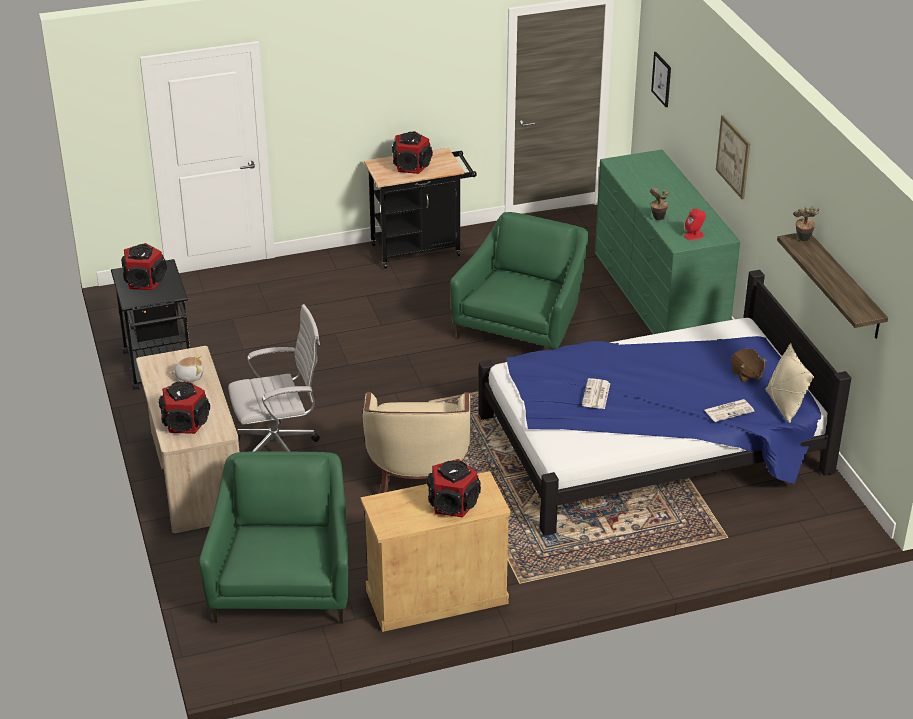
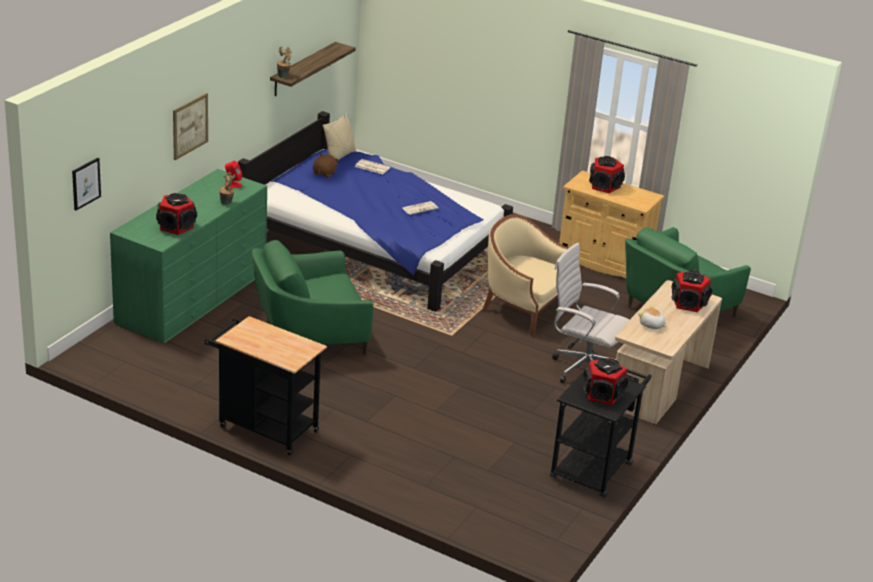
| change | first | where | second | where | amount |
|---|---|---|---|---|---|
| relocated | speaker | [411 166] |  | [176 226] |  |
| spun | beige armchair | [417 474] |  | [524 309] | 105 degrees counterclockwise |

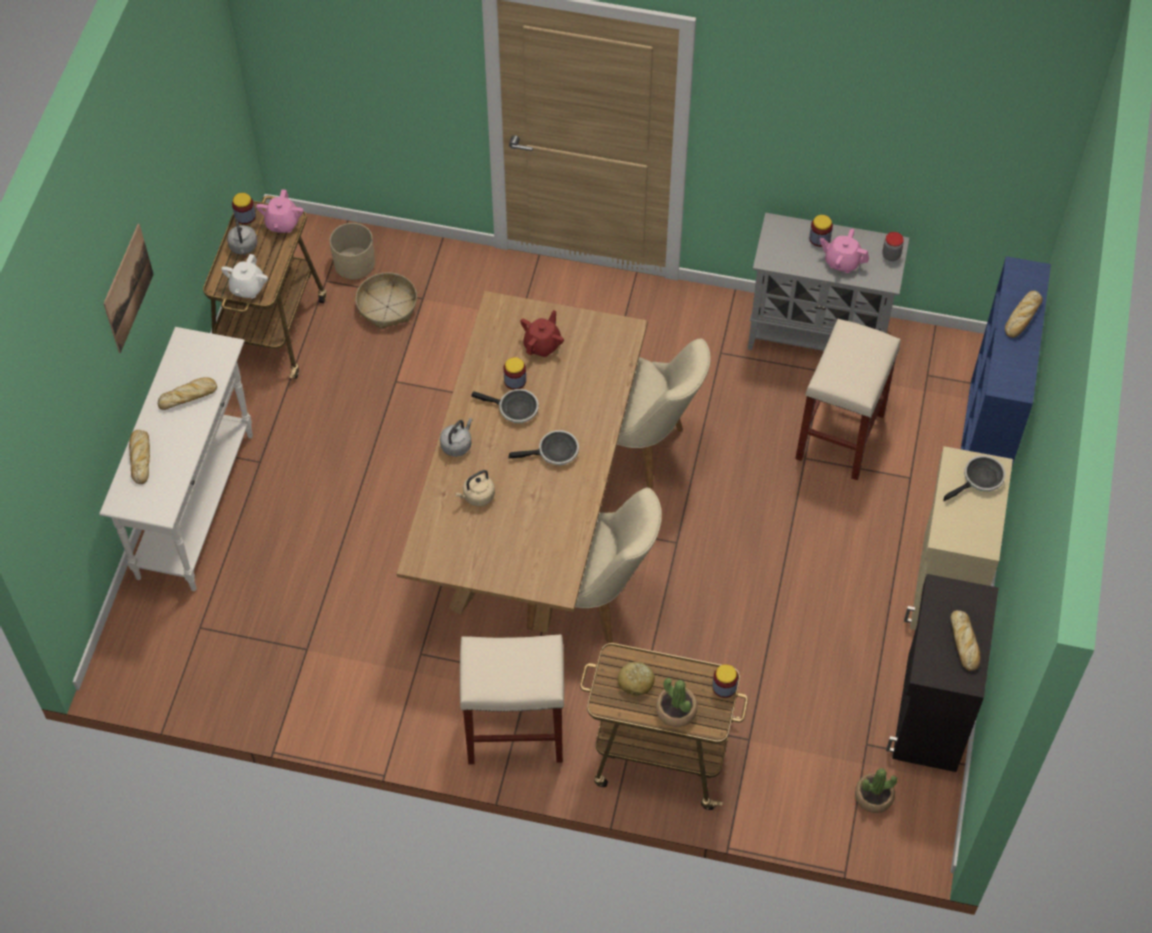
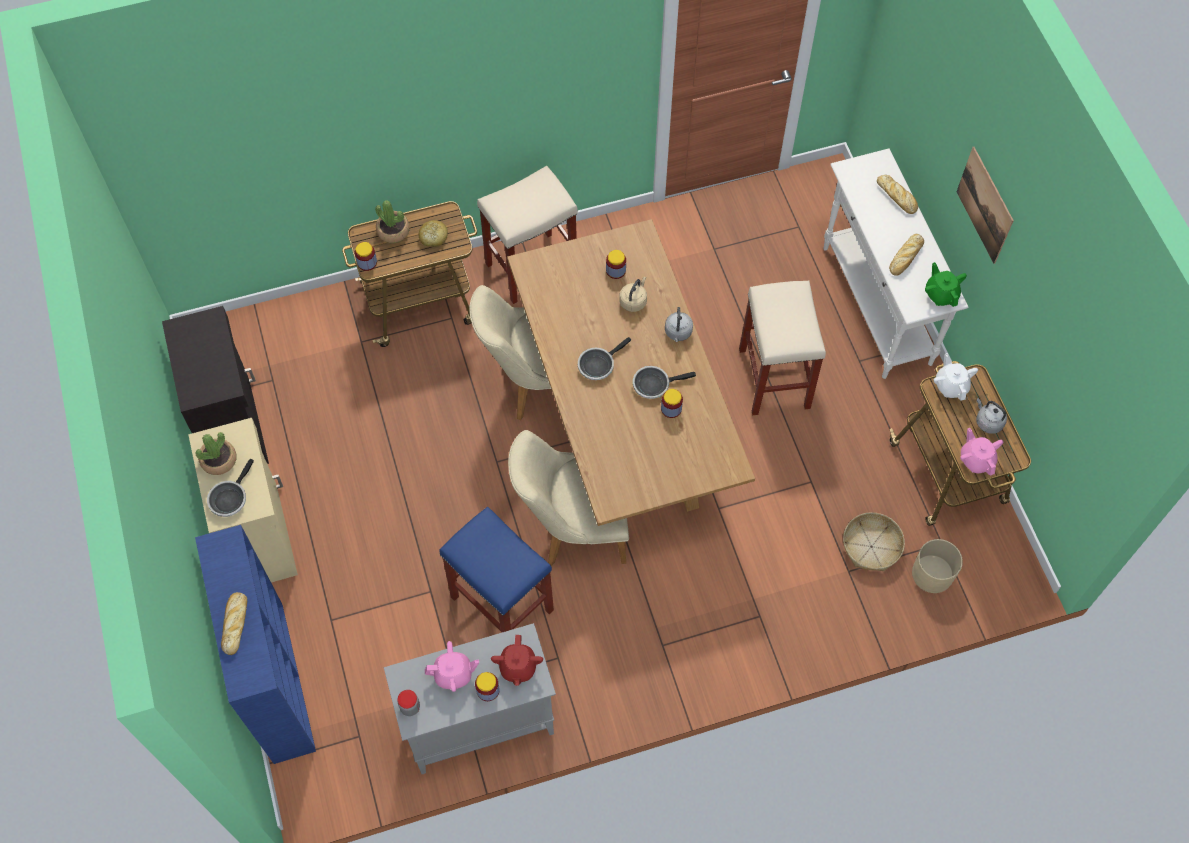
| change | first | where | second | where | amount |
|---|---|---|---|---|---|
| missing | bread | [964 643] |  |  |  |
| appeared |  |  | blue stool | [500 603] |  |
| appeared |  |  | green teapot | [941 294] |  |
| relocated | jar | [245 216] |  | [616 270] |  |
| relocated | red teapot | [542 345] |  | [518 667] |  |
| relocated | beige stool | [839 435] |  | [775 379] |  |
| relocated | potted plant | [873 796] |  | [219 460] |  |

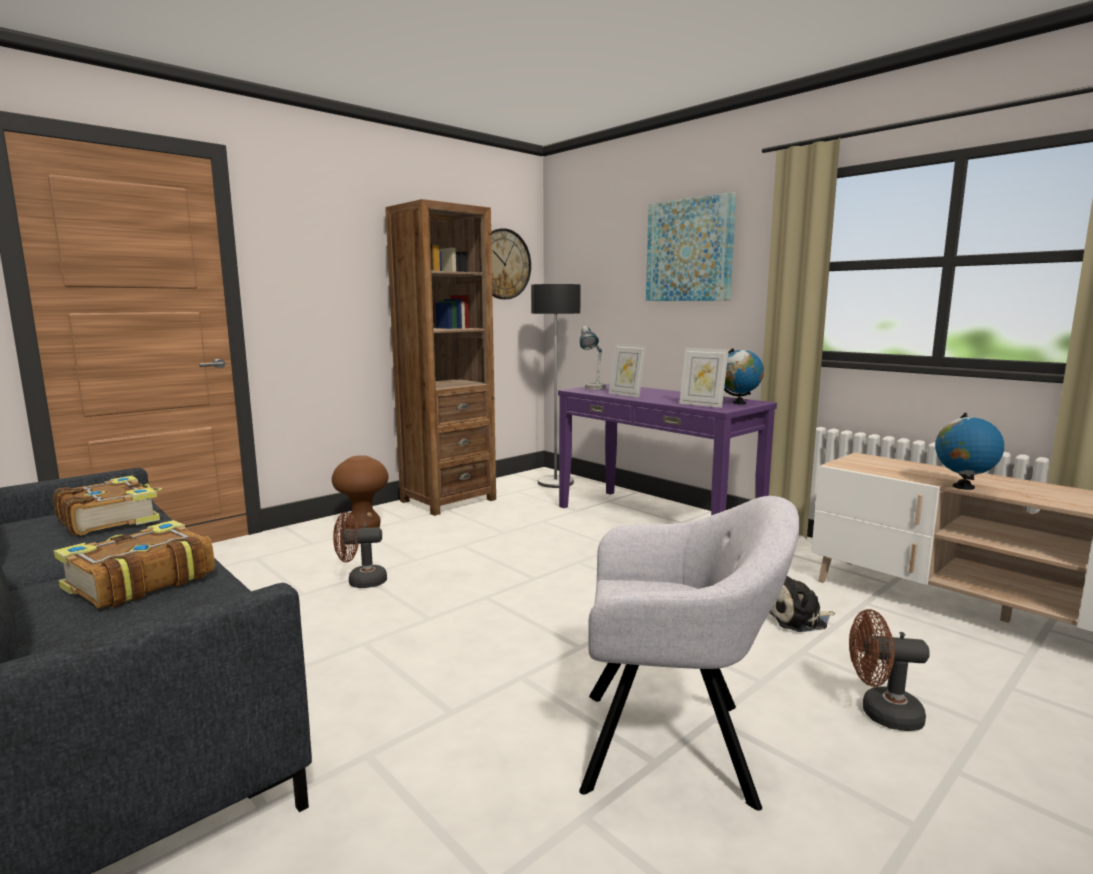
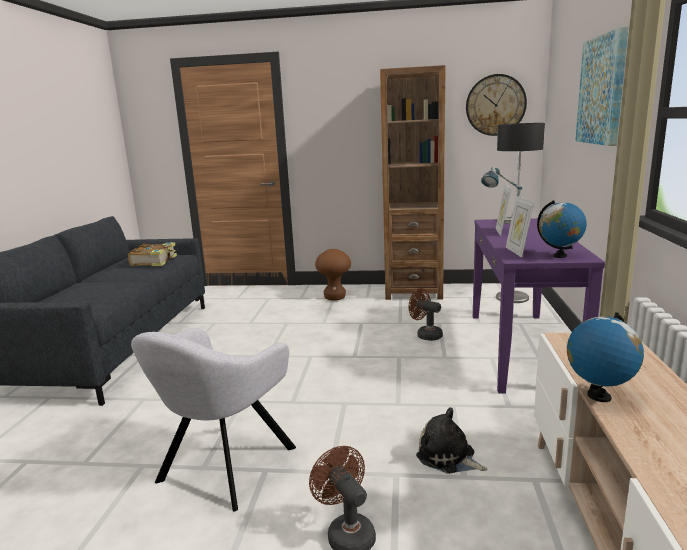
| change | first | where | second | where | amount |
|---|---|---|---|---|---|
| missing | book | [138 581] |  |  |  |
| relocated | brown fan | [361 582] |  | [425 335] |  |
| spun | grey armchair | [675 746] |  | [224 467] | 60 degrees clockwise |

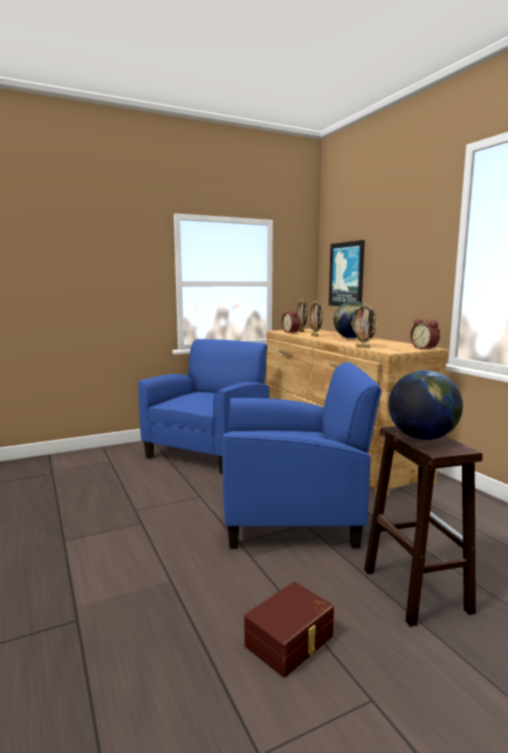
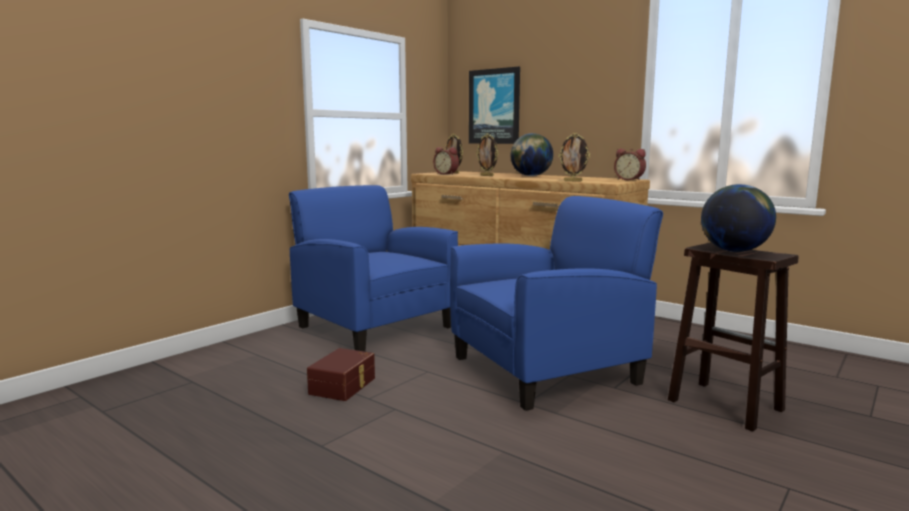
| change | first | where | second | where | amount |
|---|---|---|---|---|---|
| relocated | brown storage box | [291 641] |  | [344 386] |  |
| spun | blue armchair | [208 451] |  | [374 326] | 45 degrees counterclockwise |

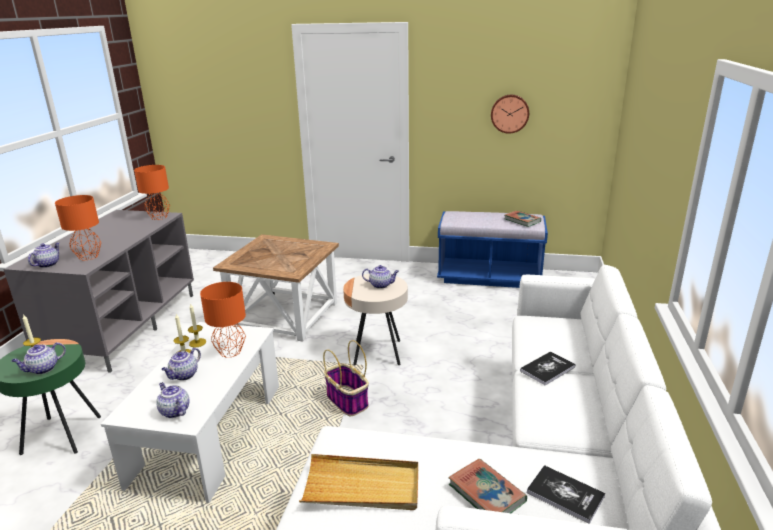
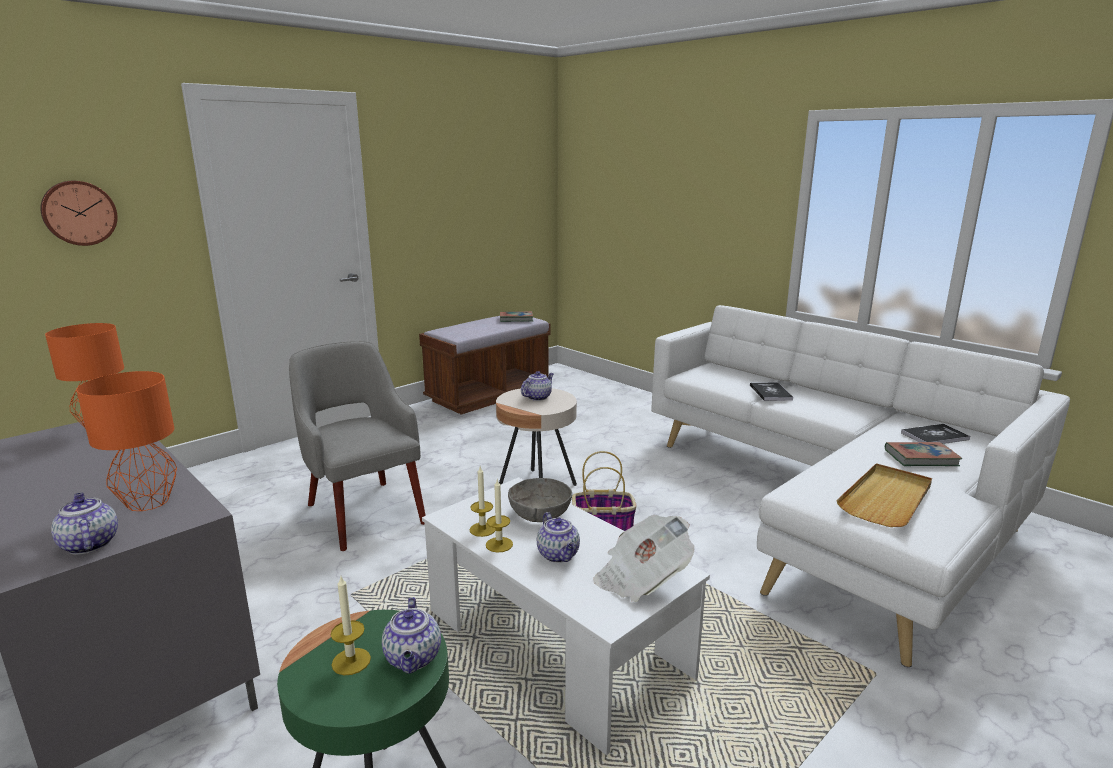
| change | first | where | second | where | amount |
|---|---|---|---|---|---|
| relocated | wall clock | [509 113] |  | [79 213] |  |
| exchanged | teapot | [174 411] | newspaper | [641 578] |  |
| exchanged | orange table lamp | [229 352] | grey bowl | [539 514] |  |
| exchanged | brown side table | [286 315] | grey armchair | [364 511] |  |
| colour | blue bench | [489 277] | brown bench | [488 395] |  |

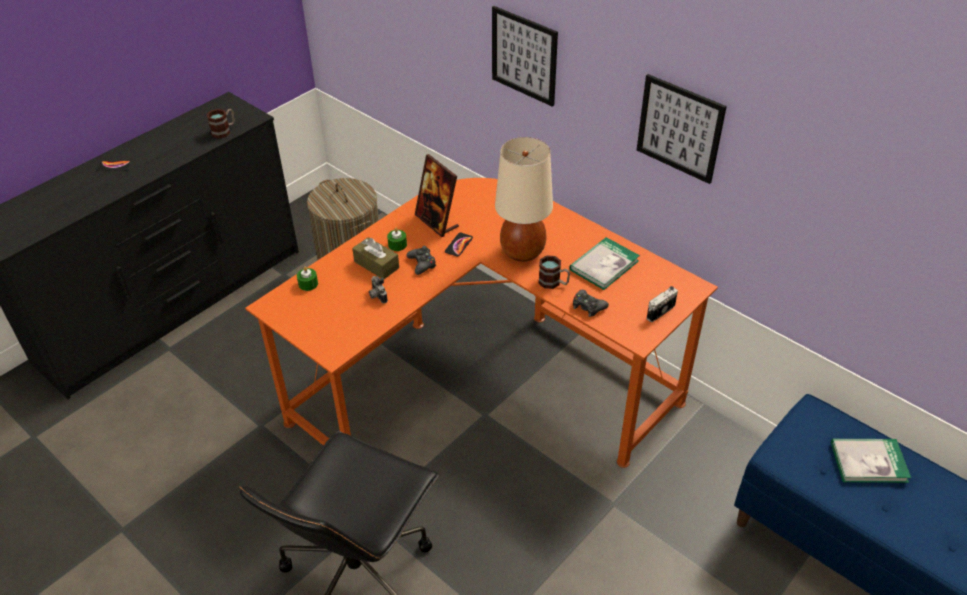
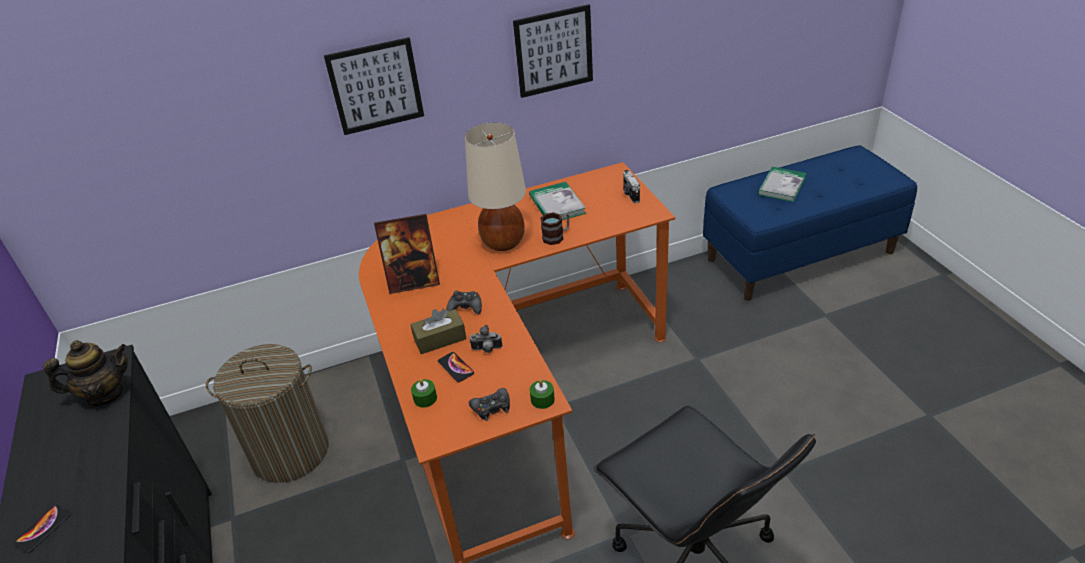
| change | first | where | second | where | amount |
|---|---|---|---|---|---|
| relocated | green candle | [397 245] |  | [542 399] |  |
| relocated | phone | [459 245] |  | [456 367] |  |
| relocated | black game controller | [588 306] |  | [492 407] |  |
| exchanged | mug | [224 131] | teapot | [105 394] |  |

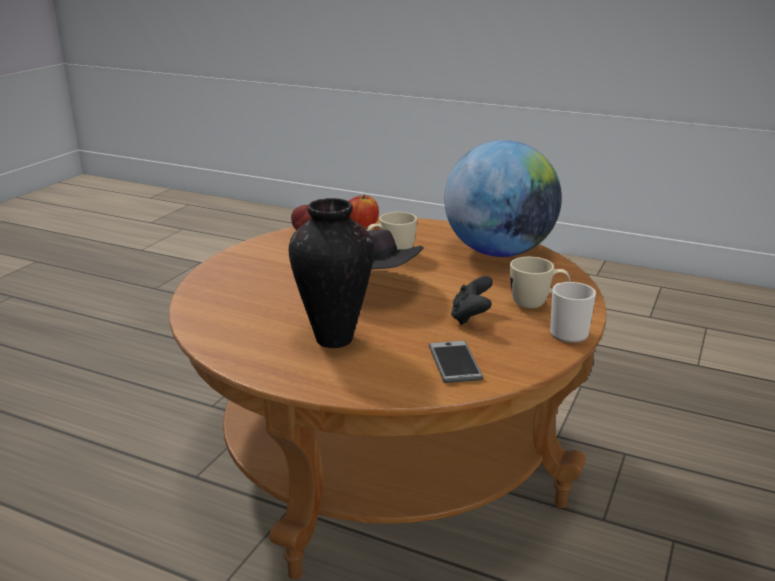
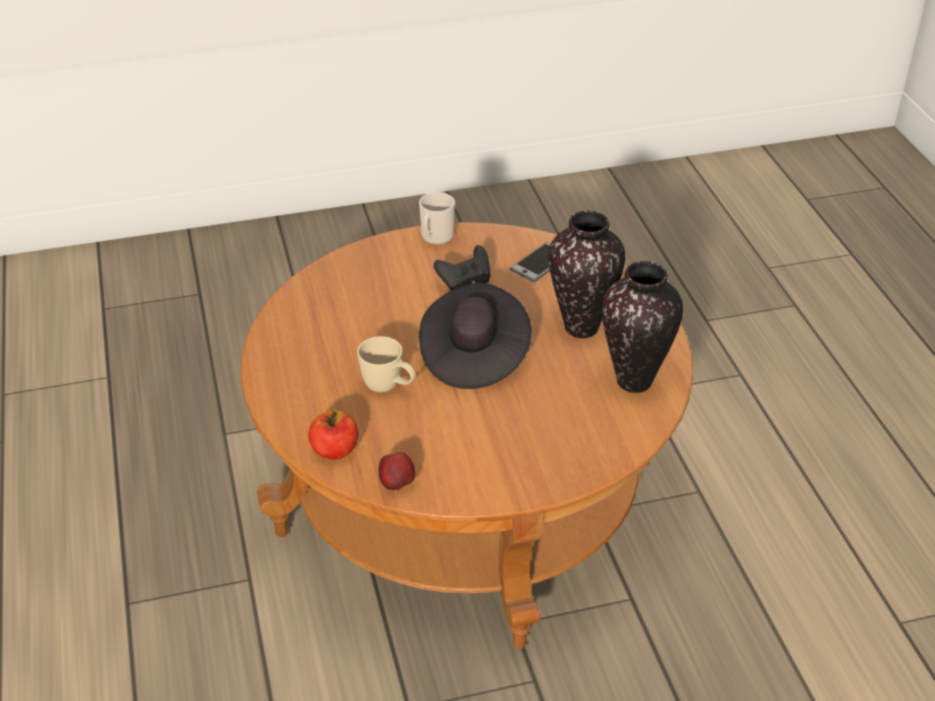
| change | first | where | second | where | amount |
|---|---|---|---|---|---|
| missing | globe | [499 252] |  |  |  |
| missing | beige mug | [537 304] |  |  |  |
| appeared |  |  | vase | [635 382] |  |

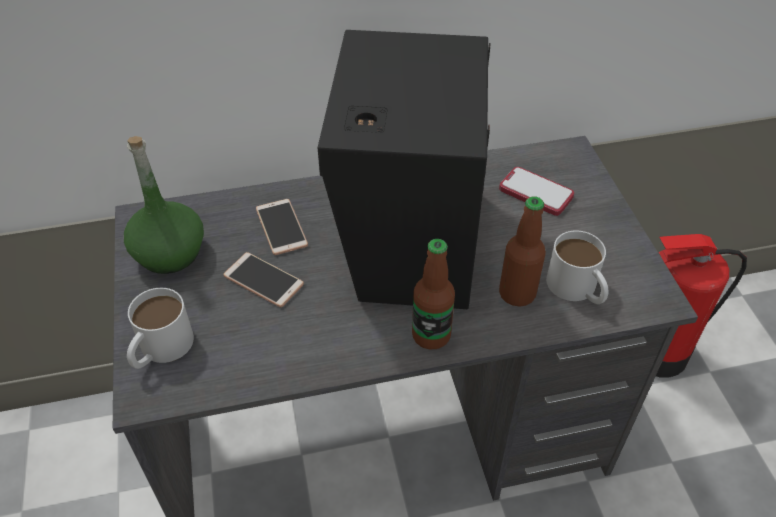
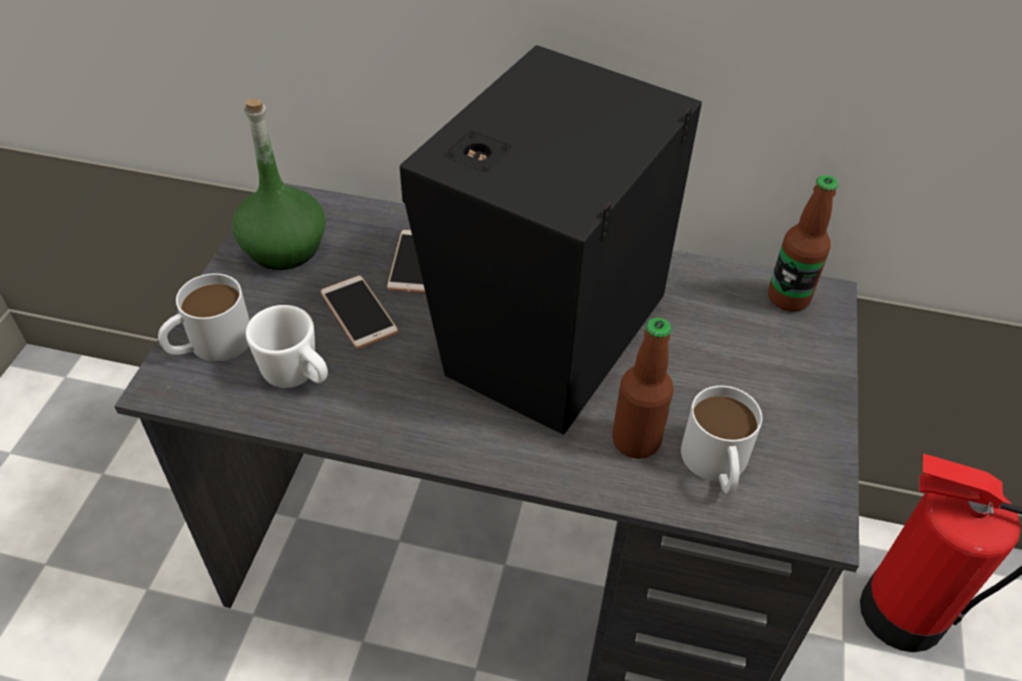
| change | first | where | second | where | amount |
|---|---|---|---|---|---|
| missing | phone | [536 193] |  |  |  |
| appeared |  |  | white mug | [297 376] |  |
| relocated | bottle | [431 335] |  | [788 298] |  |

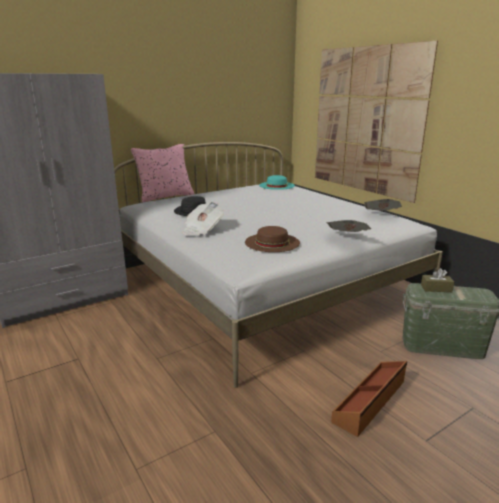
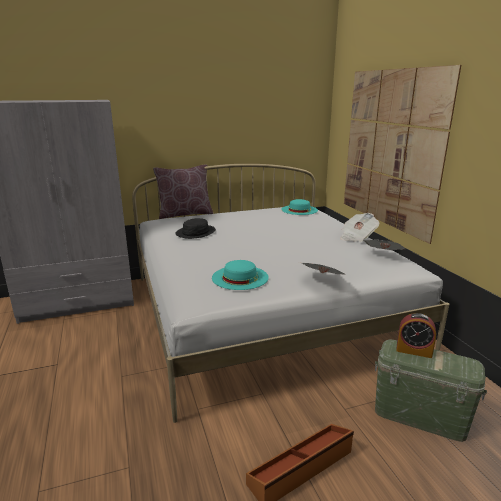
| change | first | where | second | where | amount |
|---|---|---|---|---|---|
| relocated | newspaper | [202 230] |  | [357 237] |  |
| exchanged | brown tissue box | [436 288] | alarm clock | [414 350] |  |
| colour | pink pillow | [165 196] | brown pillow | [185 214] |  |
| colour | brown hat | [272 242] | turquoise hat | [240 277] |  |

